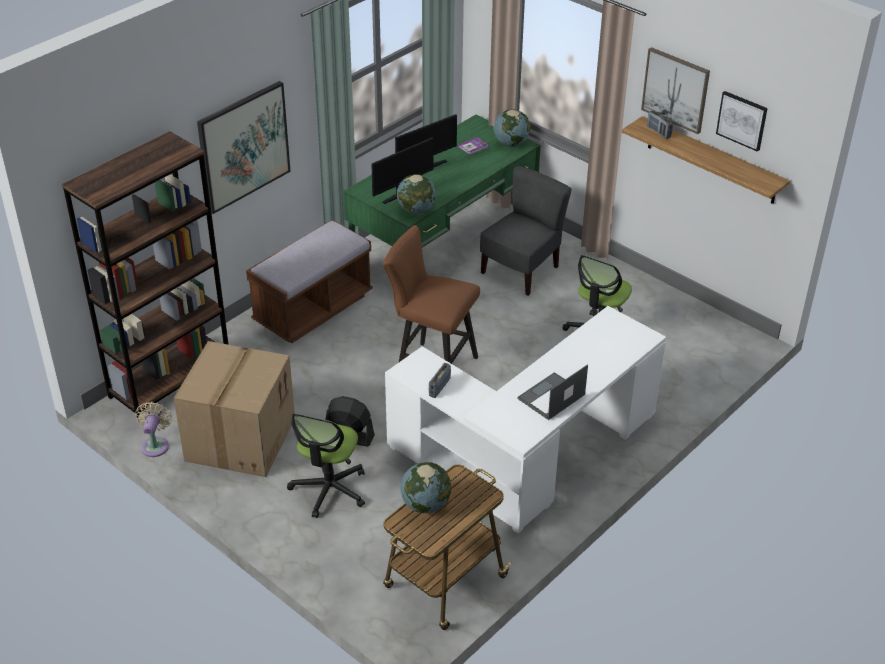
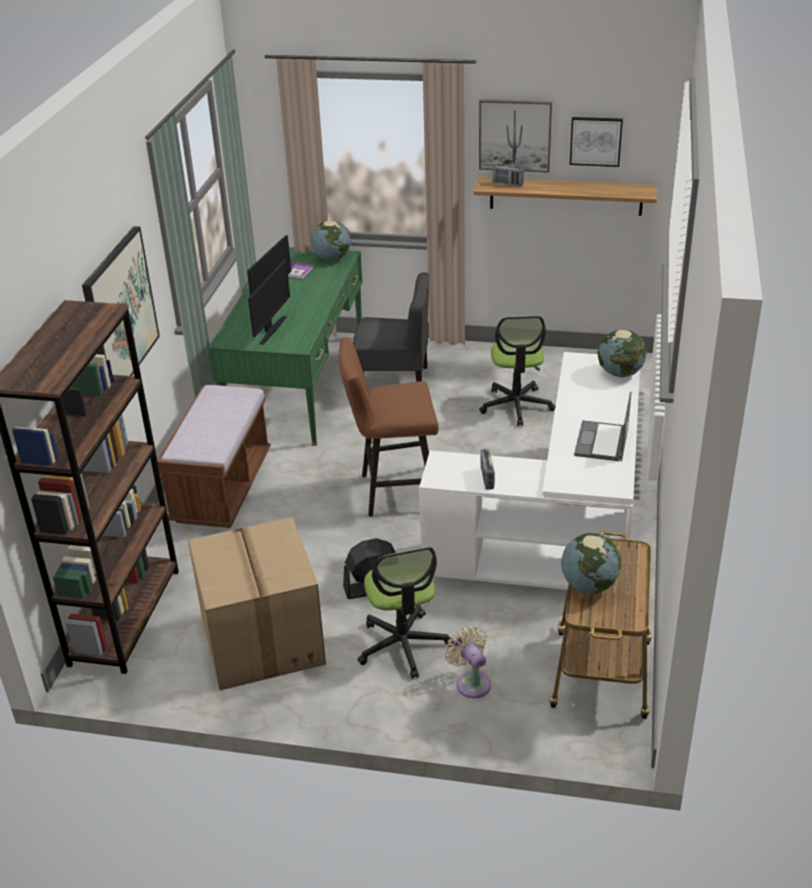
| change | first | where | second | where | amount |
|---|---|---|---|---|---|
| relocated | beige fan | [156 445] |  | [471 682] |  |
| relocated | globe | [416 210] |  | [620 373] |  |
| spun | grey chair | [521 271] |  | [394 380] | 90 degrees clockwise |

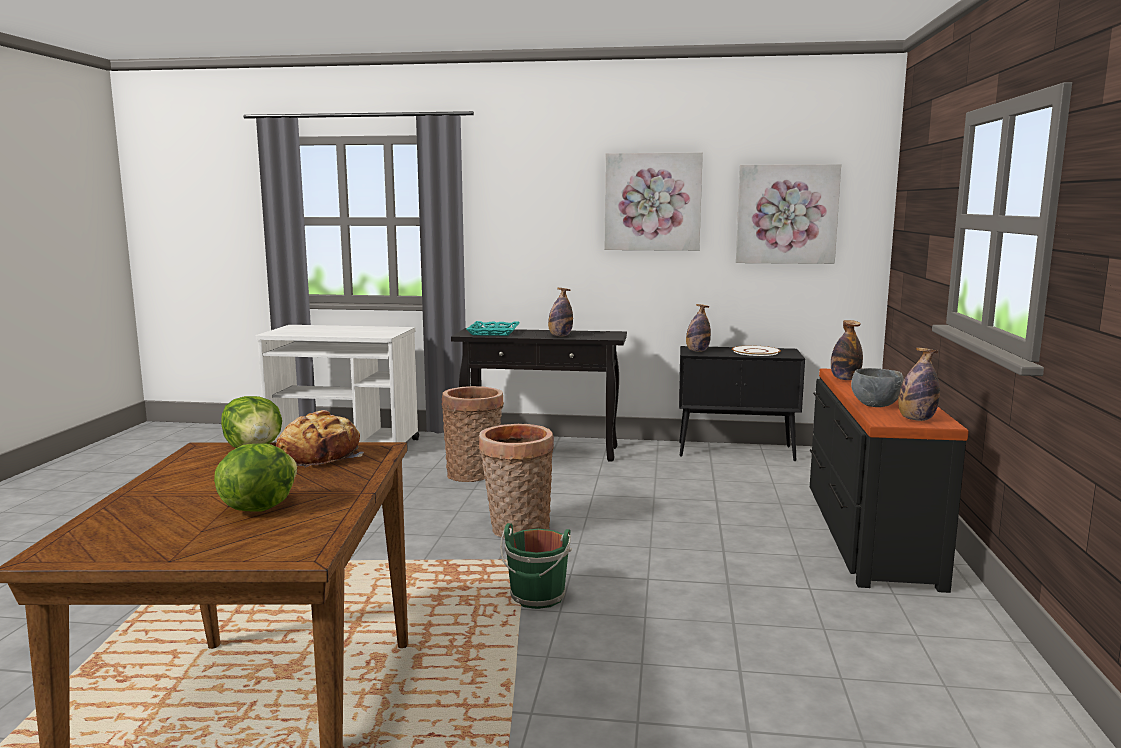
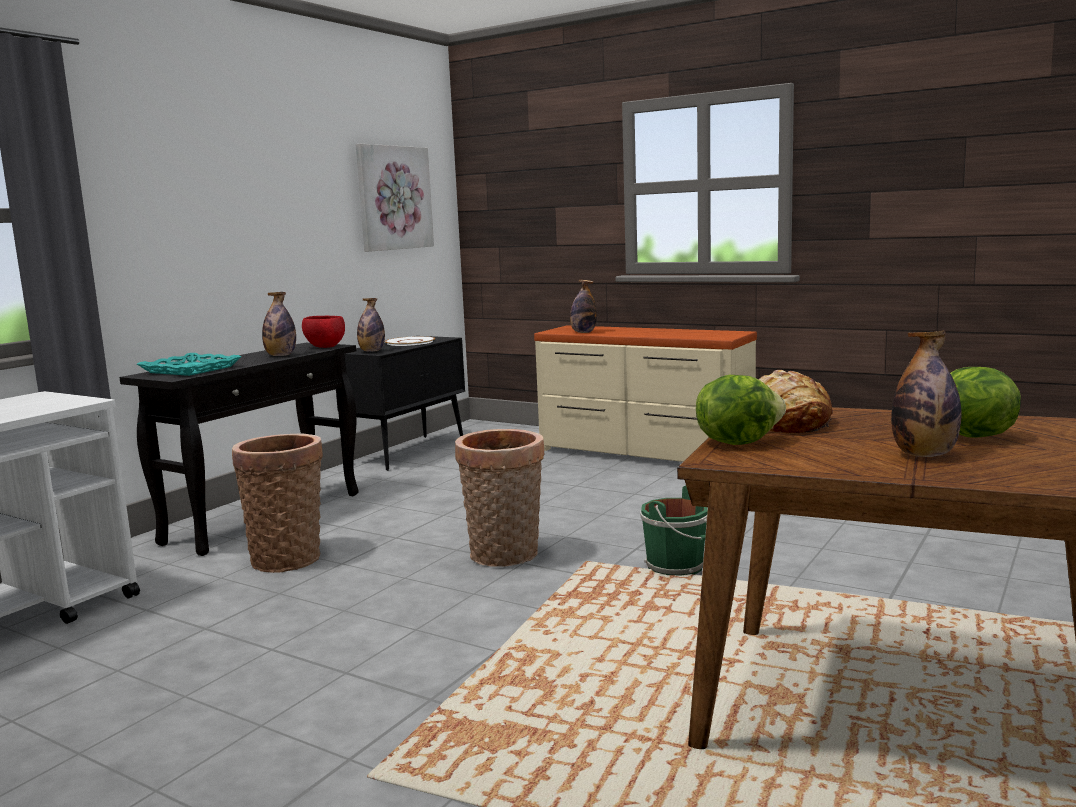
| change | first | where | second | where | amount |
|---|---|---|---|---|---|
| missing | picture | [652 202] |  |  |  |
| missing | grey bowl | [875 405] |  |  |  |
| appeared |  |  | red bowl | [325 347] |  |
| relocated | bottle | [916 419] |  | [924 455] |  |
| colour | black dresser | [867 534] | beige dresser | [642 453] |  |

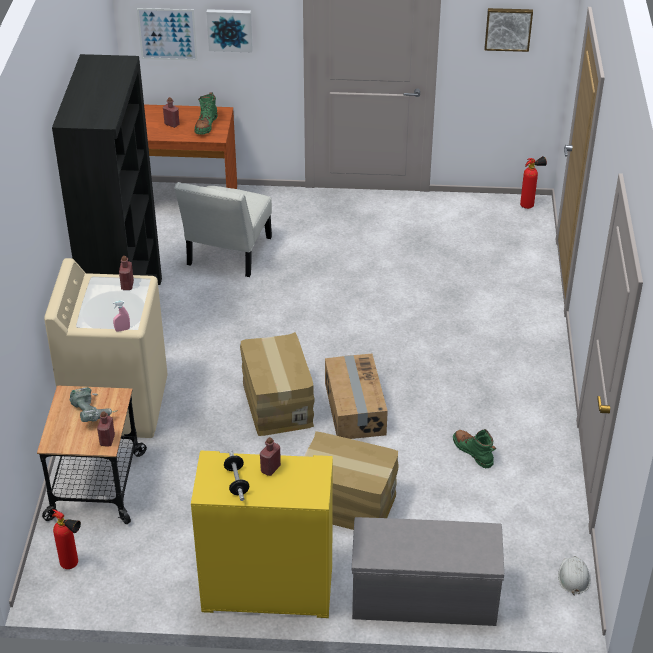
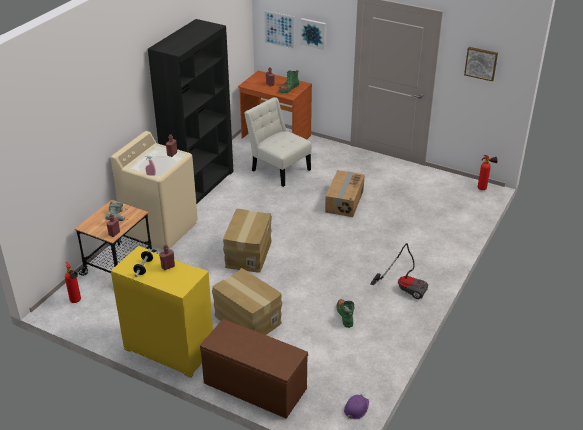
| change | first | where | second | where | amount |
|---|---|---|---|---|---|
| appeared |  |  | vacuum cleaner | [404 287] |  |
| relocated | cardboard box | [354 408] |  | [344 201] |  |
| colour | grey bench | [422 597] | brown bench | [253 386] |  |
| colour | white hard hat | [573 577] | purple hard hat | [356 408] |  |
| spun | white chair | [227 254] |  | [279 169] | 90 degrees clockwise |

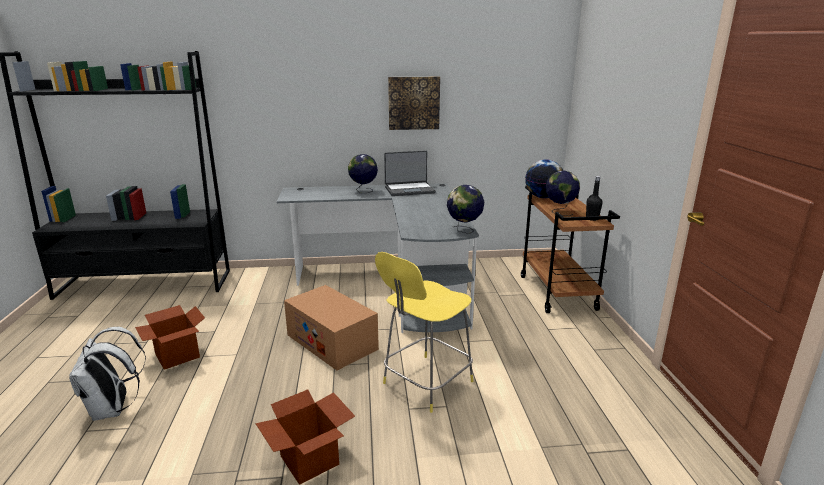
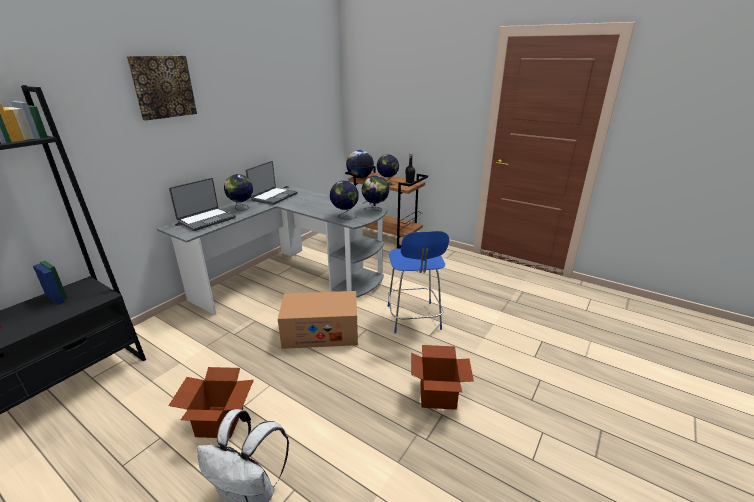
| change | first | where | second | where | amount |
|---|---|---|---|---|---|
| appeared |  |  | laptop | [206 220] |  |
| appeared |  |  | globe | [345 216] |  |
| relocated | picture | [414 103] |  | [163 87] |  |
| colour | yellow stool | [425 384] | blue stool | [413 318] |  |

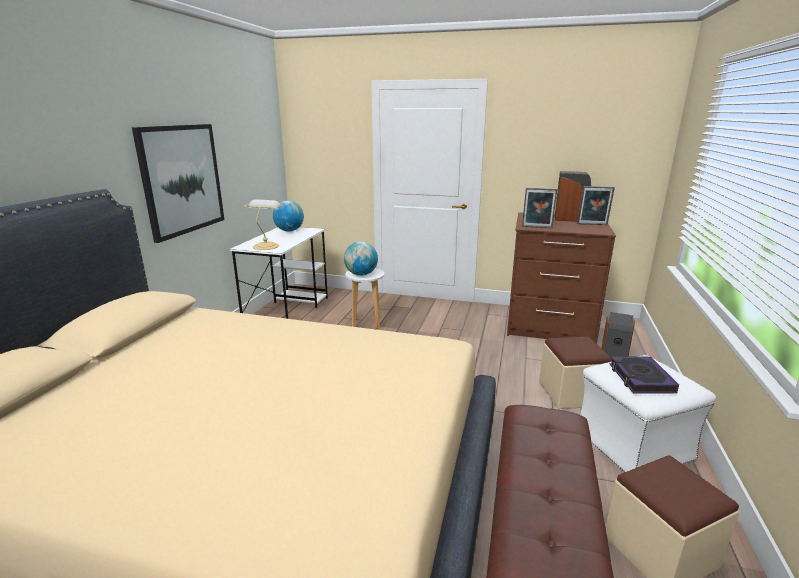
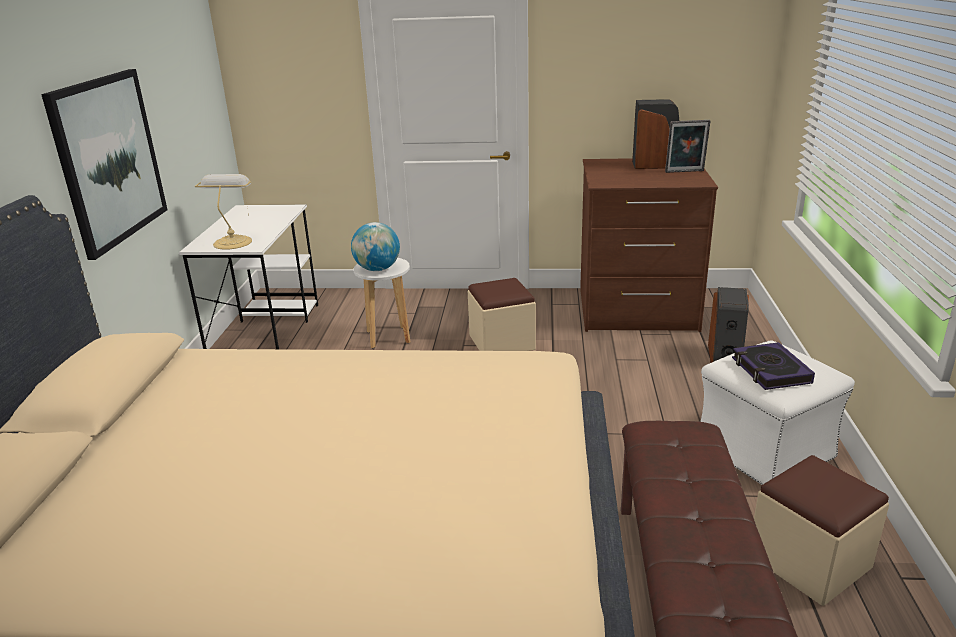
| change | first | where | second | where | amount |
|---|---|---|---|---|---|
| missing | globe | [289 231] |  |  |  |
| missing | picture frame | [537 227] |  |  |  |
| relocated | beige ottoman | [570 394] |  | [501 342] |  |

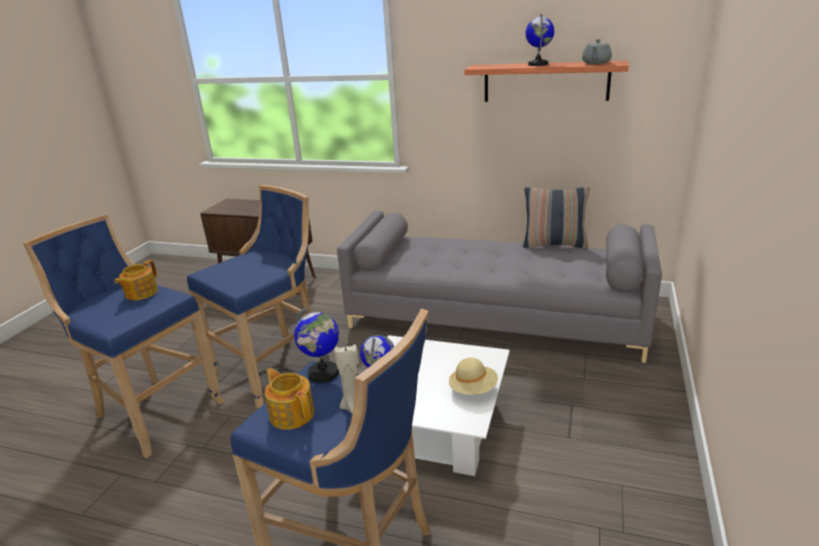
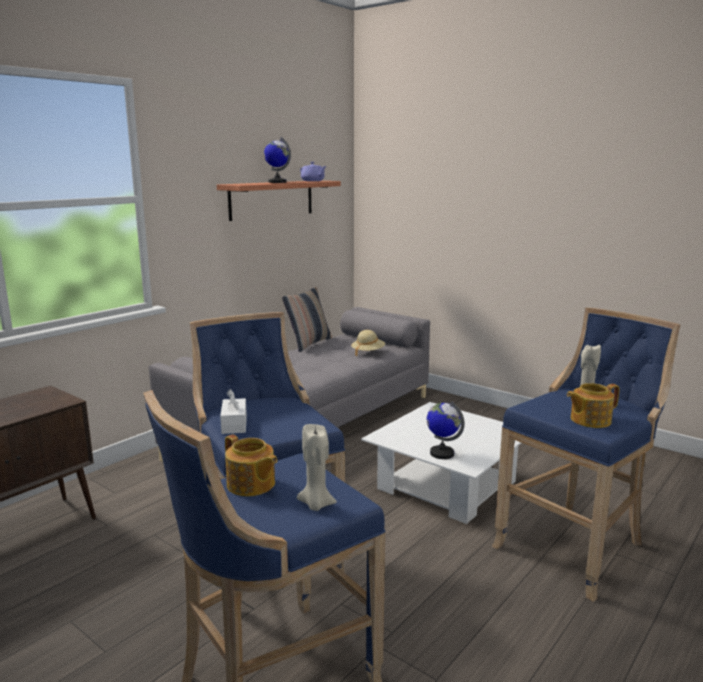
| change | first | where | second | where | amount |
|---|---|---|---|---|---|
| missing | globe | [323 373] |  |  |  |
| appeared |  |  | white tissue box | [234 424] |  |
| appeared |  |  | beige candle | [316 505] |  |
| relocated | beige hat | [473 389] |  | [368 352] |  |
| colour | grey teapot | [596 63] | purple teapot | [313 181] |  |

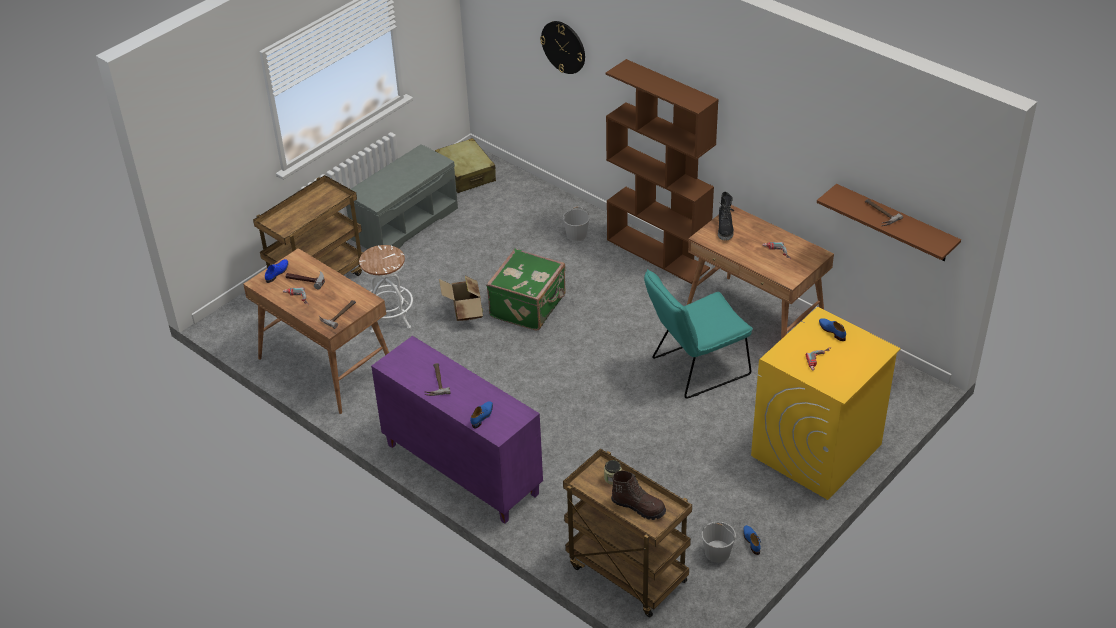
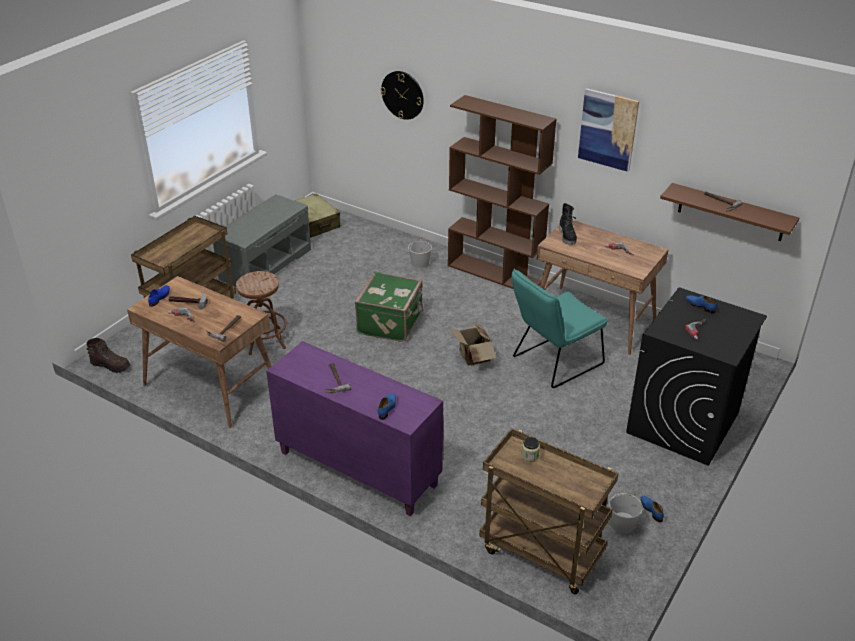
| change | first | where | second | where | amount |
|---|---|---|---|---|---|
| appeared |  |  | picture | [608 129] |  |
| relocated | cardboard box | [465 313] |  | [472 358] |  |
| relocated | brown boot | [638 506] |  | [111 366] |  |
| colour | white stool | [389 318] | brown stool | [264 341] |  |
| colour | yellow washing machine | [816 450] | black washing machine | [683 423] |  |

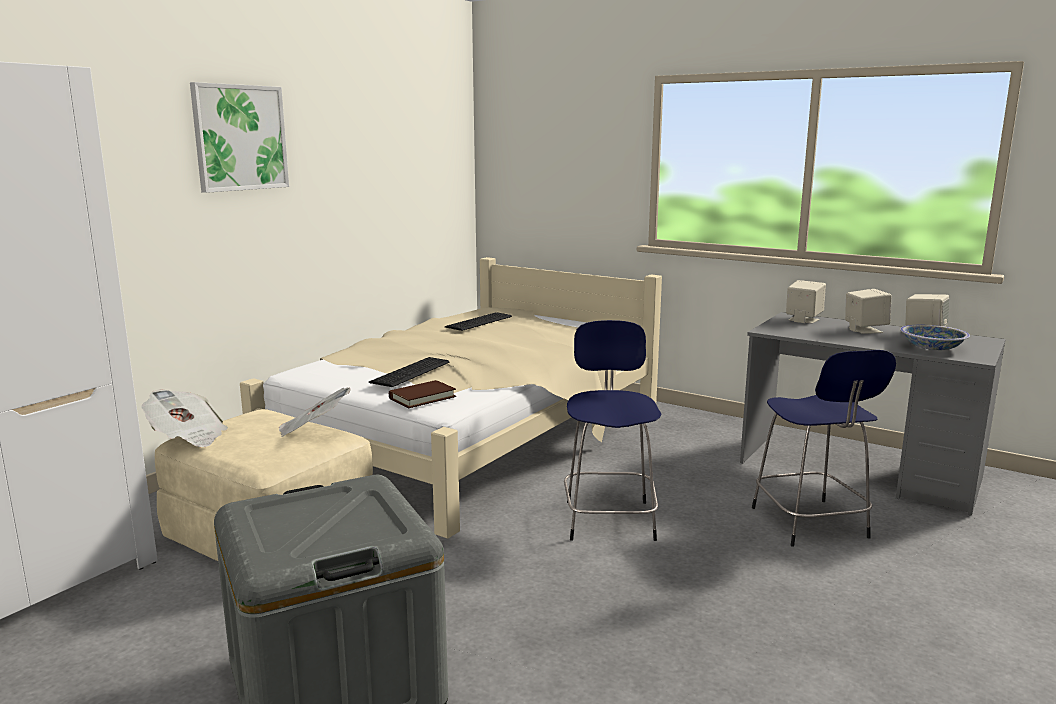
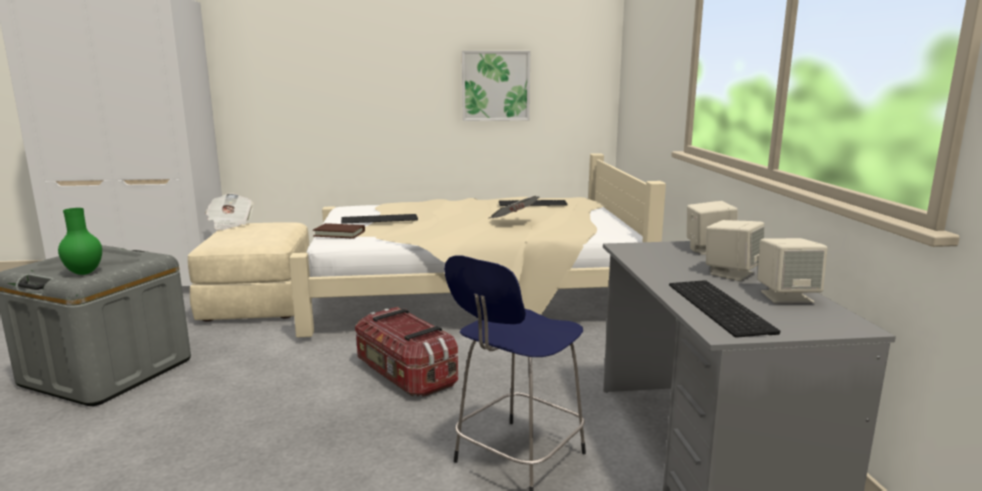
| change | first | where | second | where | amount |
|---|---|---|---|---|---|
| appeared |  |  | green vase | [84 273] |  |
| relocated | picture | [240 137] |  | [495 86] |  |
| relocated | newspaper | [313 431] |  | [513 221] |  |
| exchanged | blue stool | [609 518] | storage box | [405 374] |  |
| exchanged | bowl | [932 348] | keyboard | [722 307] |  |

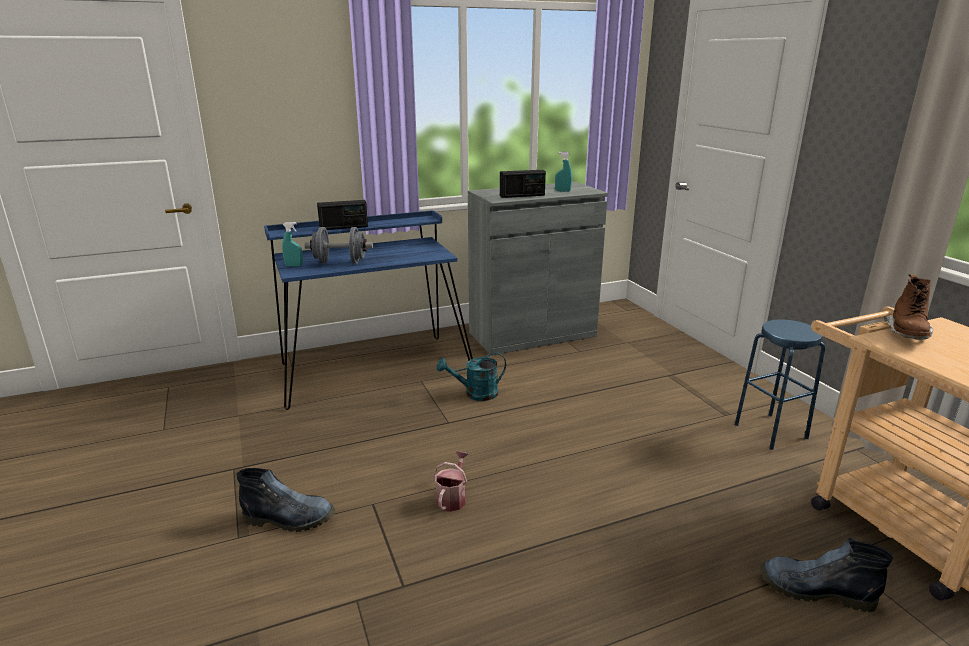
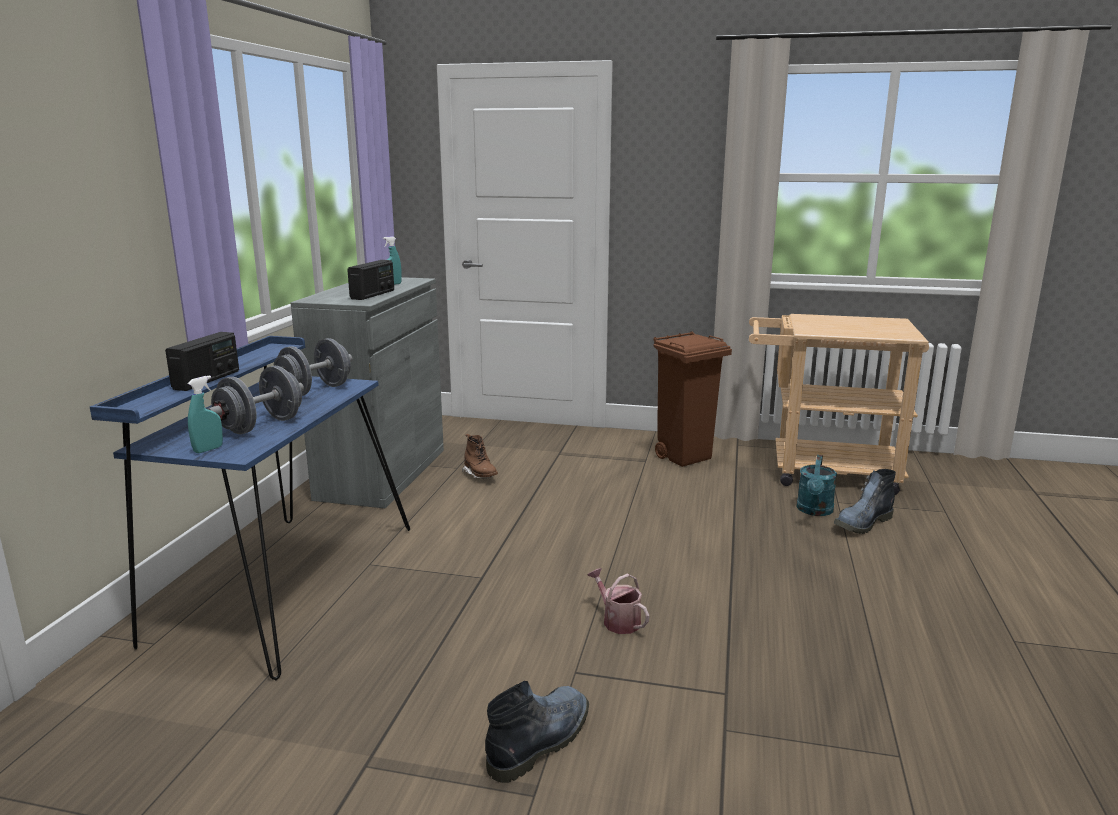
| change | first | where | second | where | amount |
|---|---|---|---|---|---|
| appeared |  |  | grey dumbbell | [315 390] |  |
| relocated | turquoise watering can | [475 394] |  | [814 511] |  |
| relocated | brown boot | [907 333] |  | [480 475] |  |
| exchanged | blue stool | [771 431] | brown trash can | [685 457] |  |

